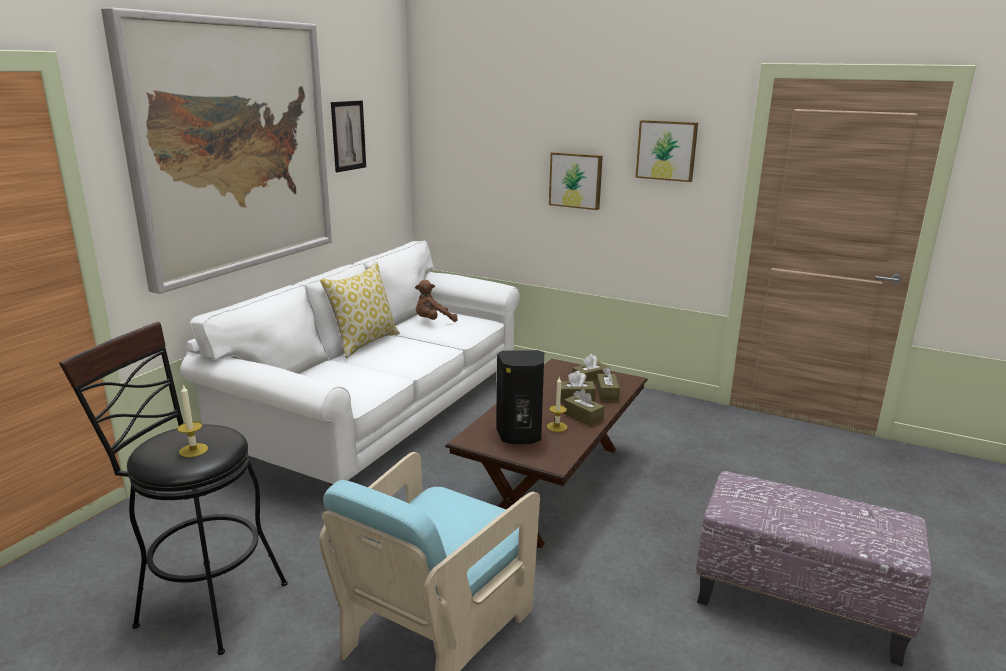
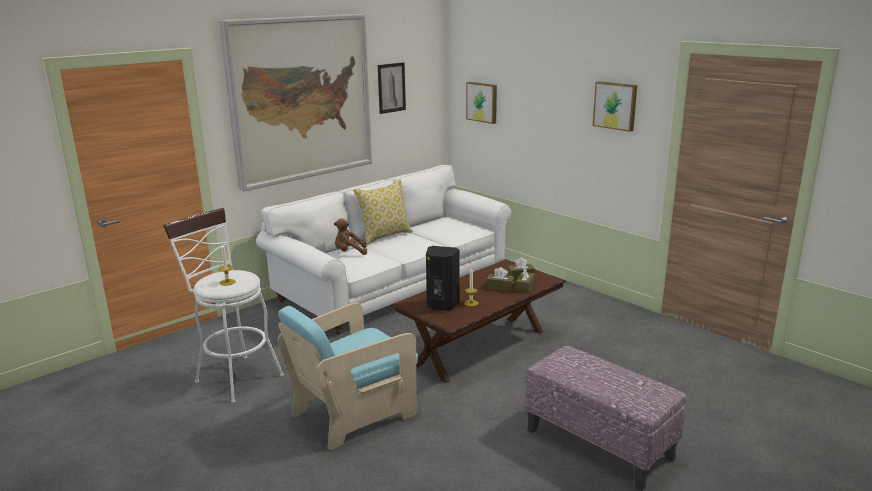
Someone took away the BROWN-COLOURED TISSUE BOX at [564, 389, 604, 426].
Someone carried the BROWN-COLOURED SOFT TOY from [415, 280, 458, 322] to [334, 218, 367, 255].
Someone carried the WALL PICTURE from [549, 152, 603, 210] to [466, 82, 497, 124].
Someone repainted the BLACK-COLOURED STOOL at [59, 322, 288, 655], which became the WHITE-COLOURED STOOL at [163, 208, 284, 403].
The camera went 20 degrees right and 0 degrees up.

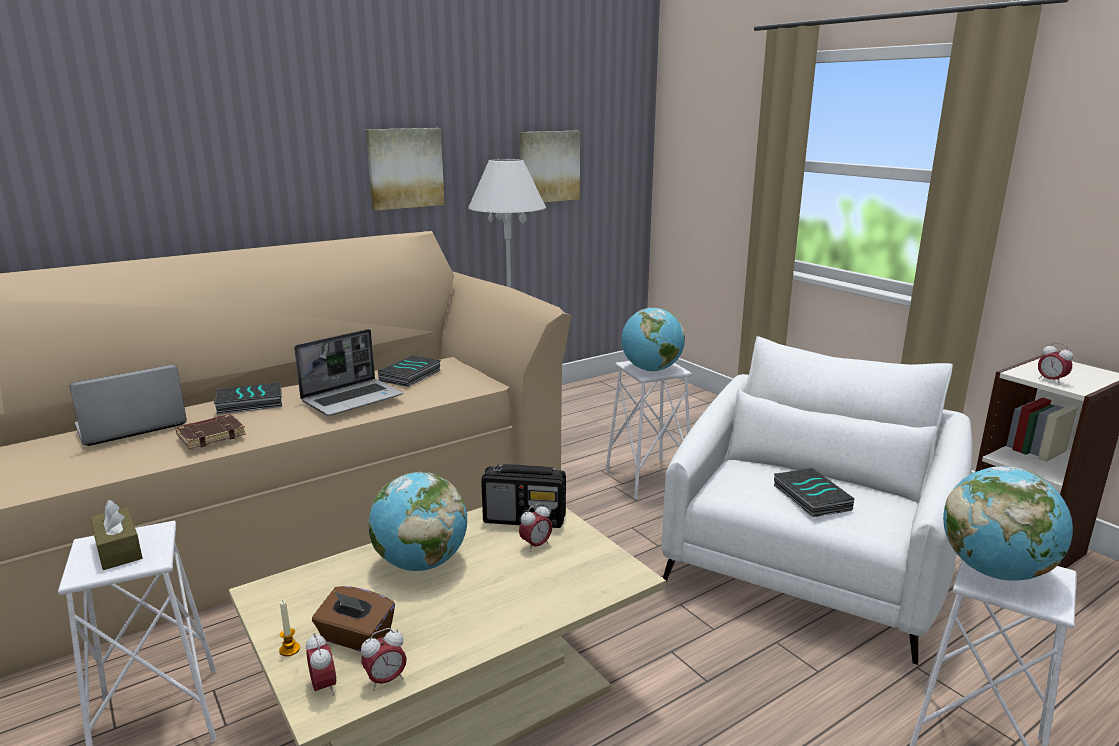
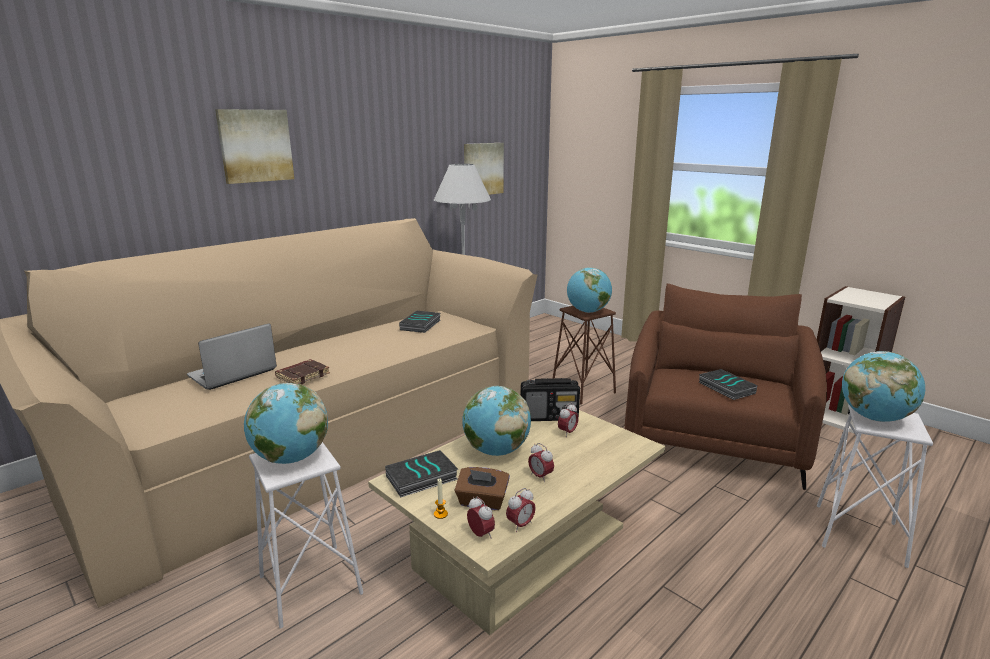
Someone took away the LAPTOP at [294, 329, 403, 416].
Someone carried the BOOK from [213, 382, 282, 414] to [385, 450, 458, 497].
Someone carried the WALL PICTURE from [366, 128, 445, 211] to [215, 109, 294, 184].
Someone carried the TABLE CLOCK from [1038, 342, 1073, 385] to [528, 443, 554, 483].
Someone swapped the BROWN-COLOURED TISSUE BOX at [90, 500, 142, 570] for the DESK GLOBE at [244, 383, 328, 464].
Someone repainted the WHITE-COLOURED STOOL at [606, 361, 692, 499], which became the BROWN-COLOURED STOOL at [553, 306, 616, 404].
Someone repainted the WHITE-COLOURED EASY CHAIR at [662, 336, 973, 666], which became the BROWN-COLOURED EASY CHAIR at [625, 284, 827, 490].
The camera went 10 degrees left and 0 degrees up.

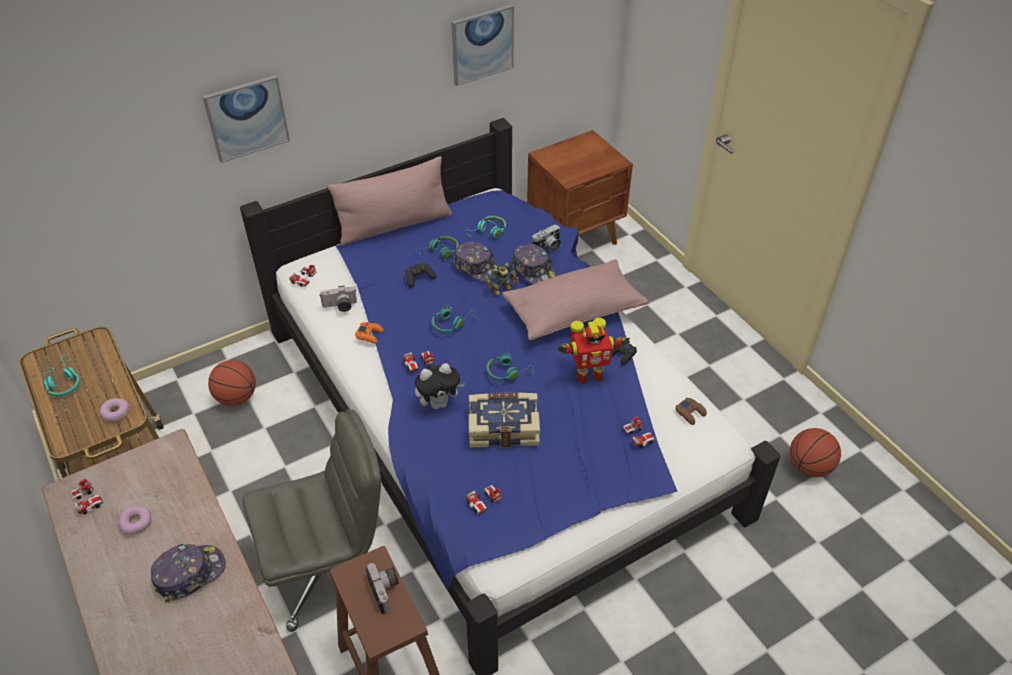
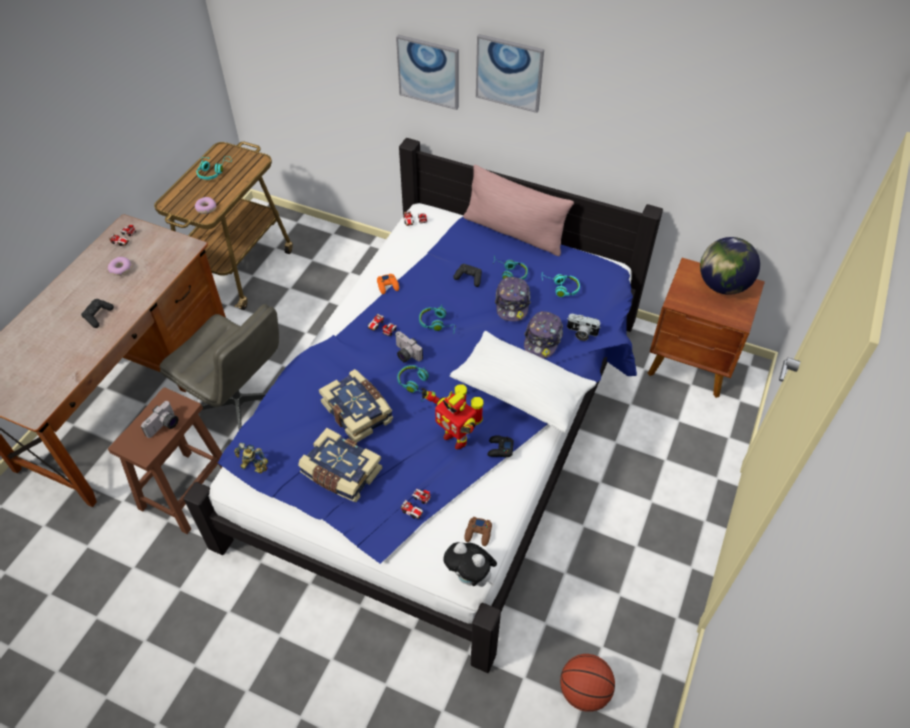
Someone took away the BALL FOR BASKETBALL at [208, 360, 256, 406].
Someone took away the MINIATURE CAR at [466, 485, 502, 514].
Someone put down the BOOK at [298, 428, 382, 502].
Someone put down the DESK GLOBE at [700, 237, 760, 295].
Someone carried the PHOTO CAMERA from [320, 286, 357, 312] to [395, 331, 423, 363].
Someone carried the SOFT TOY from [415, 363, 465, 409] to [443, 542, 497, 587].
Someone carried the WALL PICTURE from [451, 4, 514, 86] to [476, 34, 544, 113].
Someone carried the TOY ROBOT from [486, 262, 519, 296] to [234, 443, 268, 473].
Someone swapped the PEAKED CAP at [151, 544, 226, 602] for the BLACK-COLOURED JOYPAD at [81, 299, 114, 328].
Someone repainted the PINK PILLOW at [502, 259, 648, 341], which became the WHITE-COLOURED PILLOW at [450, 331, 597, 433].
The camera went 55 degrees right and 5 degrees up.

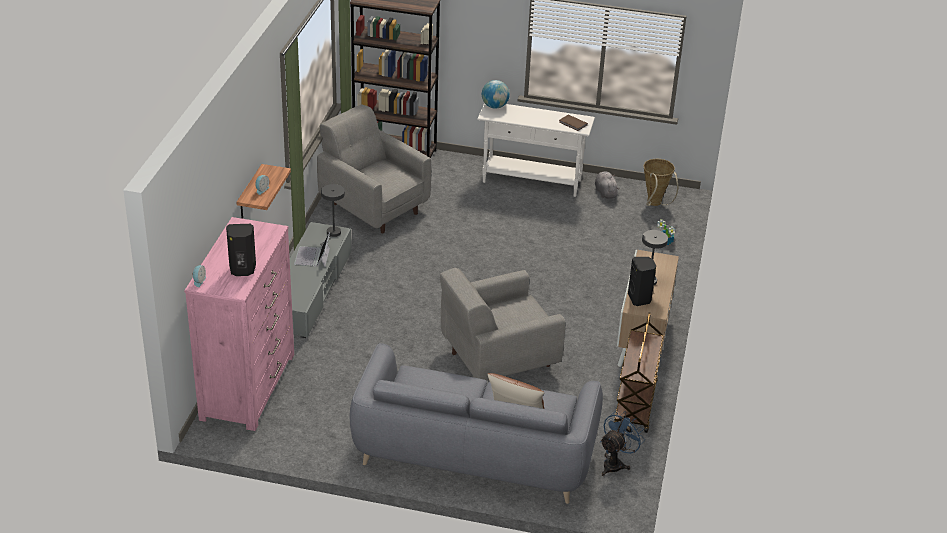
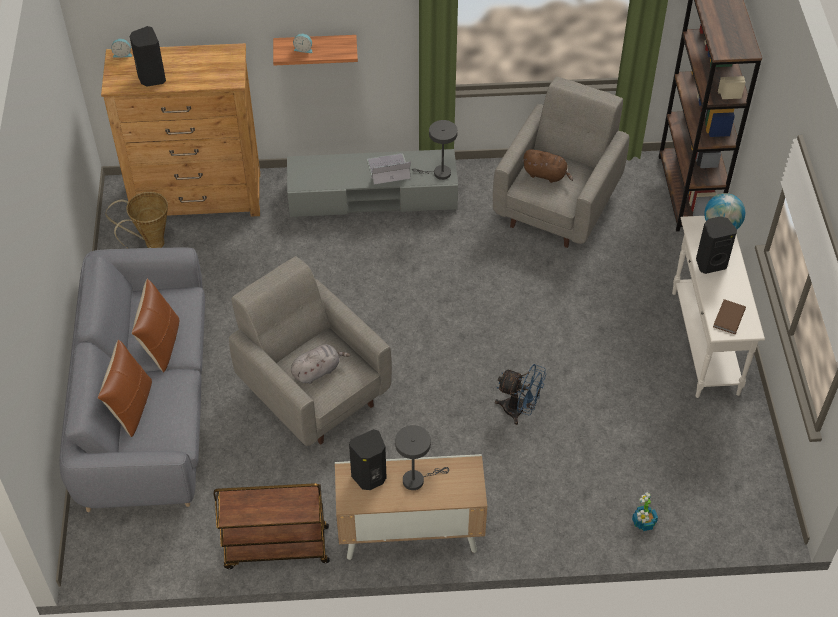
Someone put down the BROWN-COLOURED PILLOW at [132, 279, 179, 372].
Someone put down the BROWN-COLOURED SOFT TOY at [523, 149, 573, 183].
Someone put down the BLACK-COLOURED SPEAKER at [696, 216, 737, 274].
Someone carried the GREYISH SOFT TOY from [595, 171, 619, 199] to [291, 344, 350, 384].
Someone carried the BLUE-COLOURED ELECTRIC FAN from [600, 411, 645, 476] to [495, 364, 546, 425].
Someone carried the STORAGE BASKET from [644, 159, 678, 206] to [105, 192, 168, 249].
Someone repainted the PINK CHEST OF DRAWERS at [184, 217, 294, 431], which became the BROWN-COLOURED CHEST OF DRAWERS at [101, 43, 260, 217].
The camera went 75 degrees right and 15 degrees up.

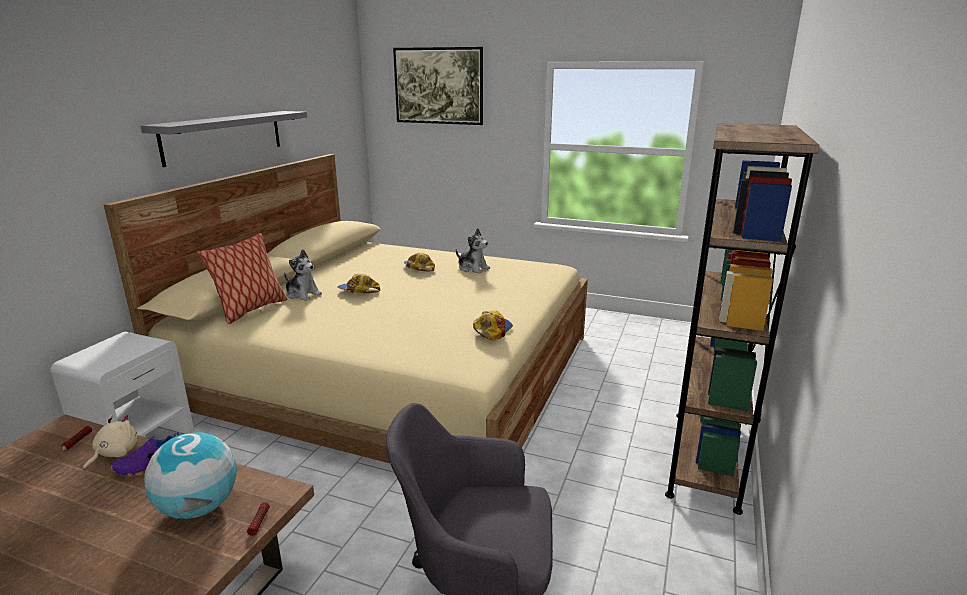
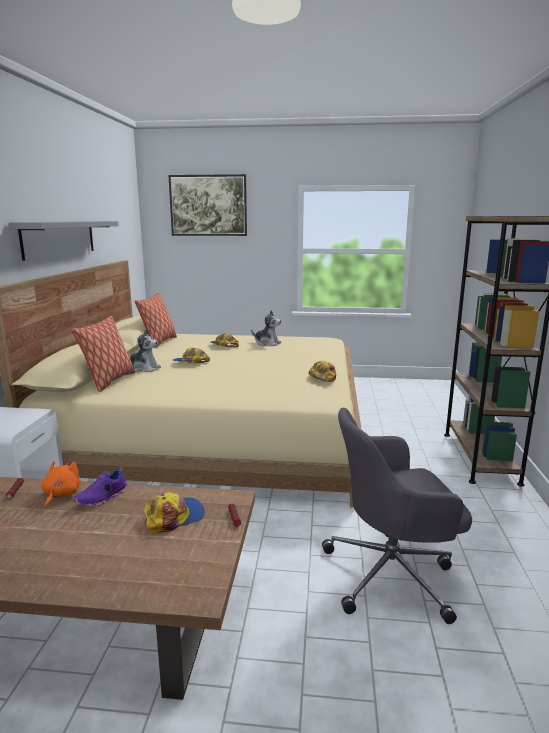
Someone put down the PILLOW at [135, 293, 177, 348].
Someone swapped the DESK GLOBE at [144, 432, 237, 519] for the PEAKED CAP at [143, 492, 205, 533].
Someone repainted the BEIGE SOFT TOY at [83, 415, 138, 470], which became the ORANGE SOFT TOY at [41, 459, 81, 508].
The camera went 15 degrees left and 5 degrees down.

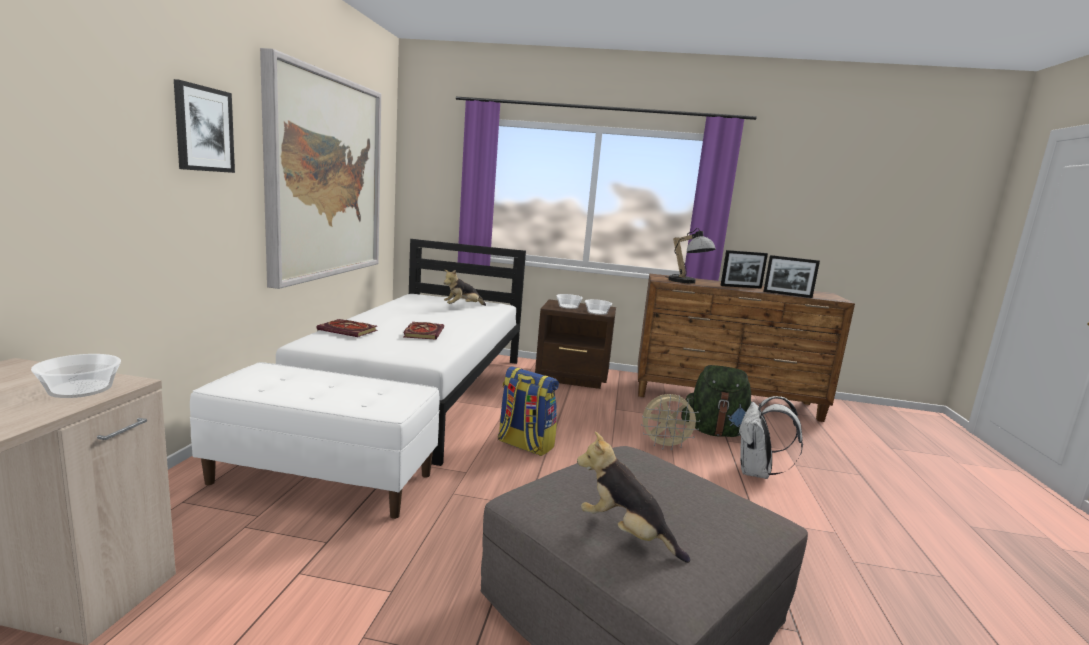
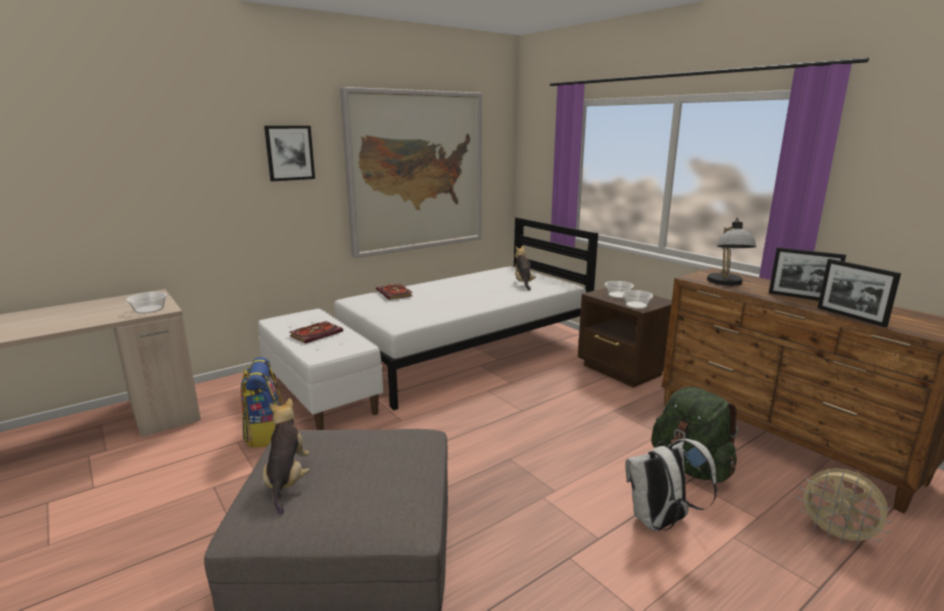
Someone carried the BOOK from [403, 322, 444, 340] to [290, 321, 343, 343].
Someone carried the KNAPSACK from [498, 366, 559, 456] to [241, 357, 283, 448].
Someone carried the BEIGE ELECTRIC FAN from [641, 394, 700, 450] to [797, 468, 893, 547].
Someone rotated the SOFT TOY at [444, 270, 486, 306] by 75 degrees clockwise.
The camera went 45 degrees right and 5 degrees up.

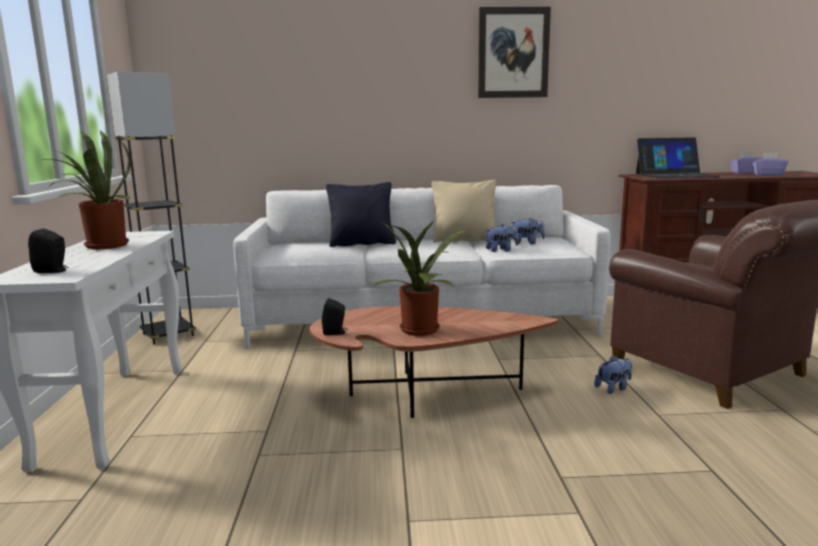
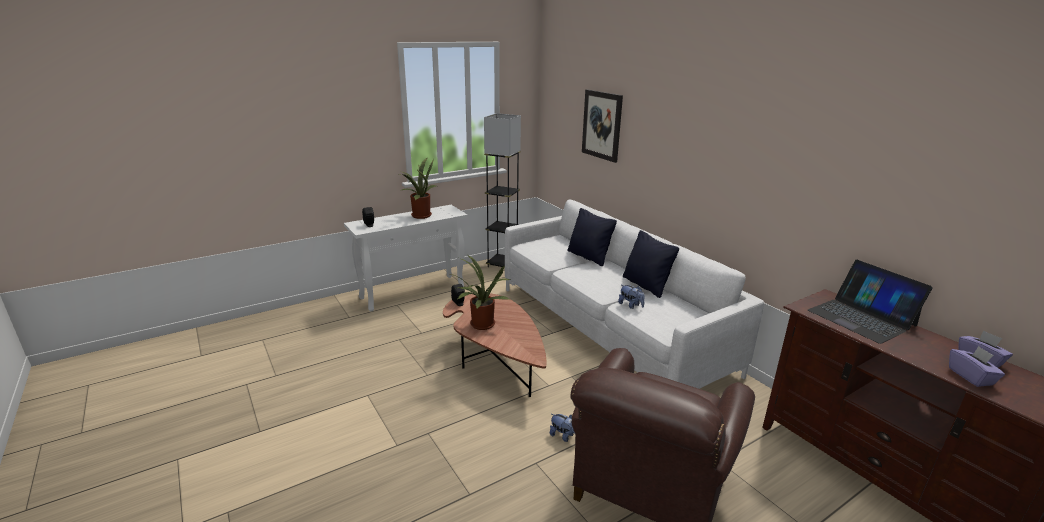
Someone took away the SOFT TOY at [511, 218, 545, 244].
Someone carried the WALL PICTURE from [478, 7, 551, 98] to [582, 90, 623, 163].
Someone repainted the BEIGE PILLOW at [432, 180, 496, 242], which became the BLACK-COLOURED PILLOW at [623, 230, 679, 298].
The camera went 60 degrees right and 10 degrees up.

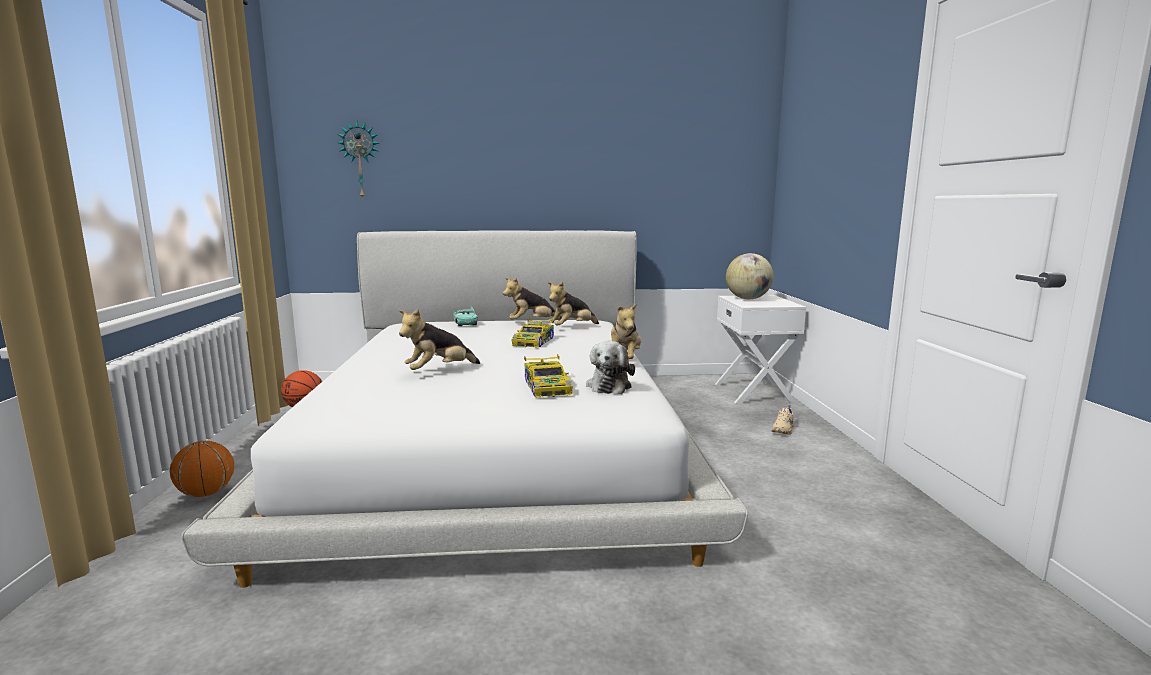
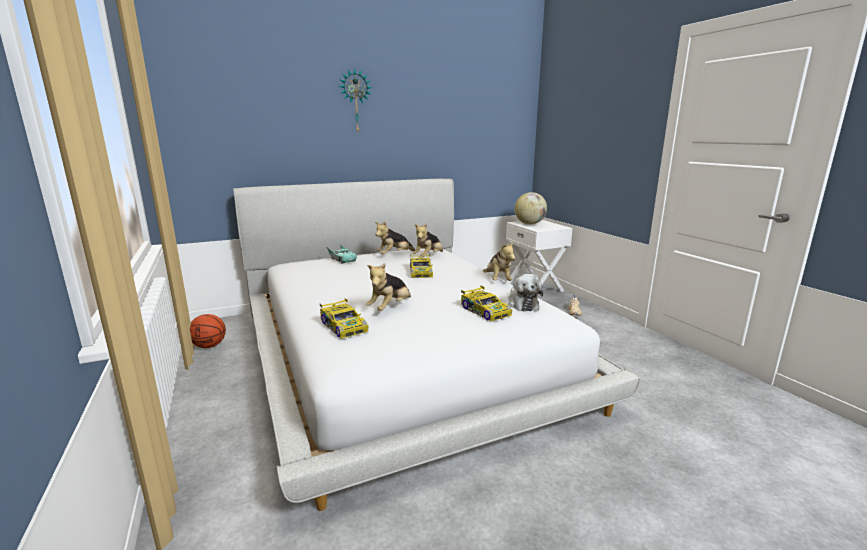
Someone took away the BALL FOR BASKETBALL at [170, 441, 234, 497].
Someone put down the MINIATURE CAR at [319, 298, 368, 339].
Someone carried the HANGING CLOCK from [337, 121, 379, 200] to [339, 70, 372, 132].
The camera went 20 degrees left and 5 degrees up.

